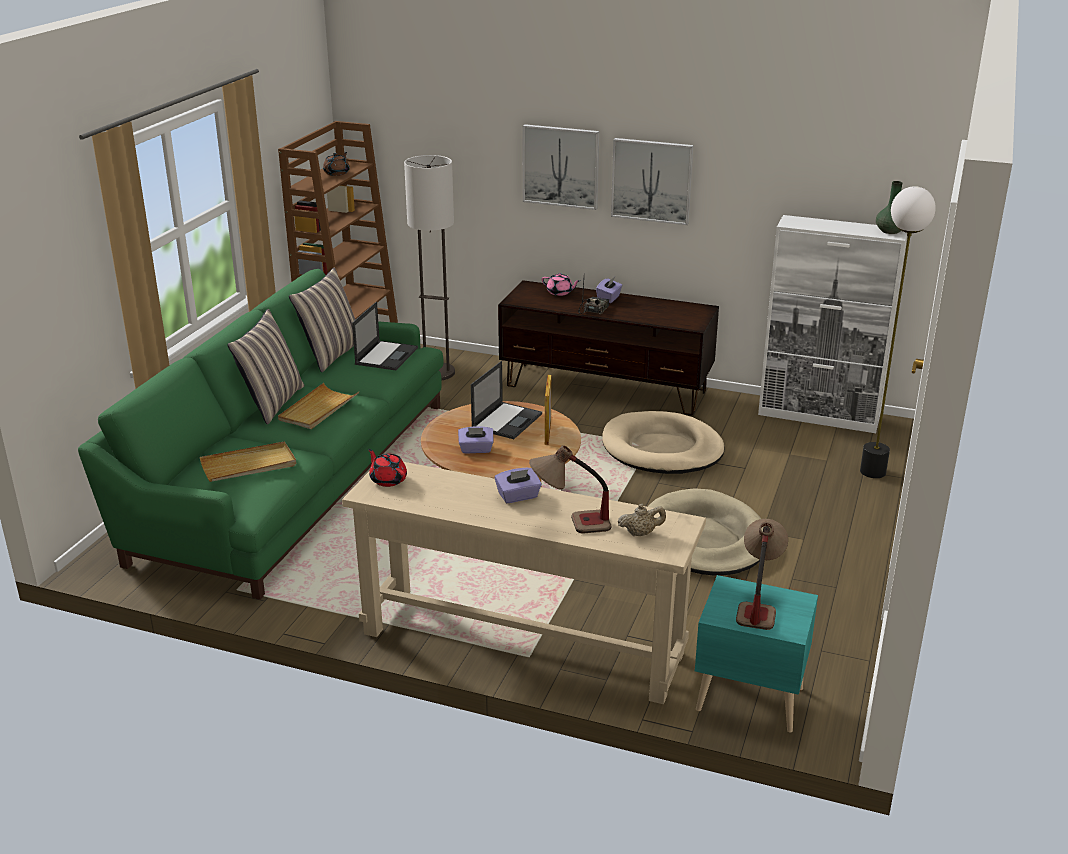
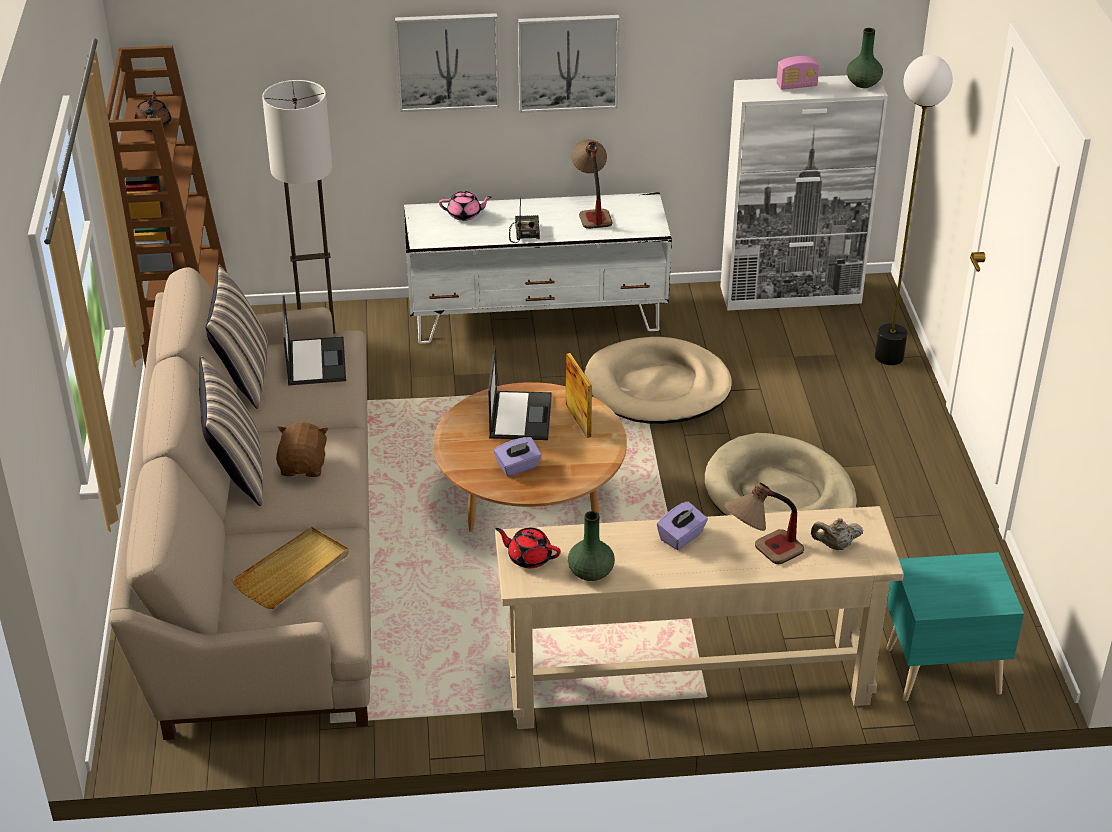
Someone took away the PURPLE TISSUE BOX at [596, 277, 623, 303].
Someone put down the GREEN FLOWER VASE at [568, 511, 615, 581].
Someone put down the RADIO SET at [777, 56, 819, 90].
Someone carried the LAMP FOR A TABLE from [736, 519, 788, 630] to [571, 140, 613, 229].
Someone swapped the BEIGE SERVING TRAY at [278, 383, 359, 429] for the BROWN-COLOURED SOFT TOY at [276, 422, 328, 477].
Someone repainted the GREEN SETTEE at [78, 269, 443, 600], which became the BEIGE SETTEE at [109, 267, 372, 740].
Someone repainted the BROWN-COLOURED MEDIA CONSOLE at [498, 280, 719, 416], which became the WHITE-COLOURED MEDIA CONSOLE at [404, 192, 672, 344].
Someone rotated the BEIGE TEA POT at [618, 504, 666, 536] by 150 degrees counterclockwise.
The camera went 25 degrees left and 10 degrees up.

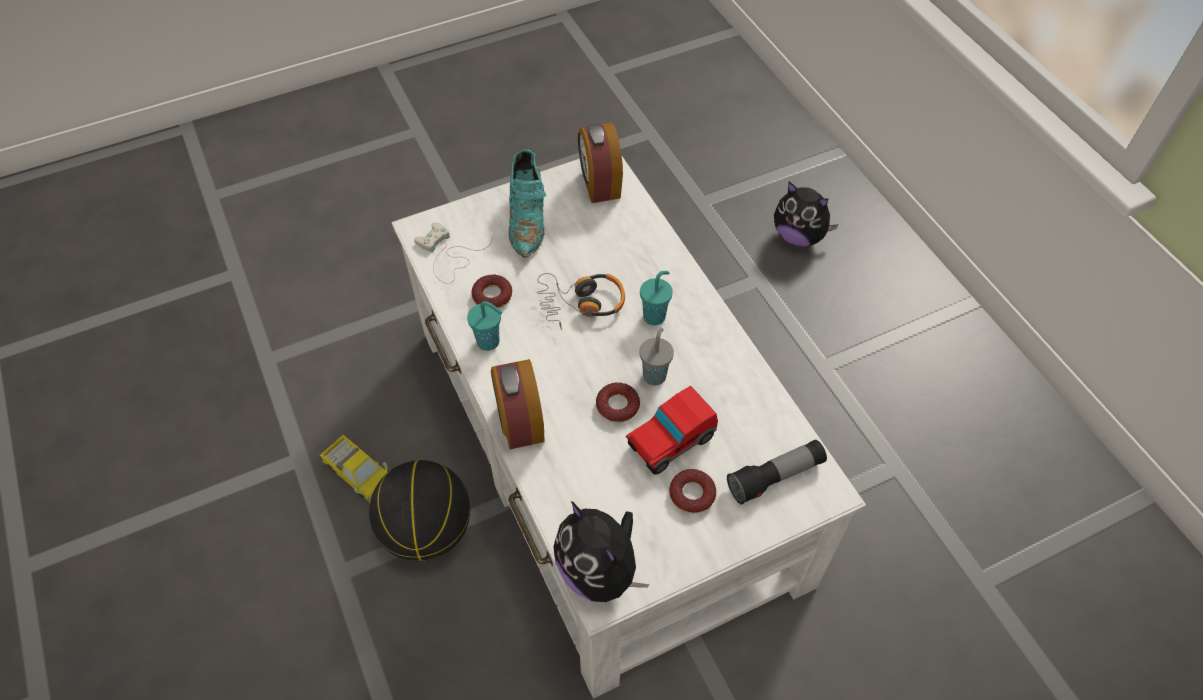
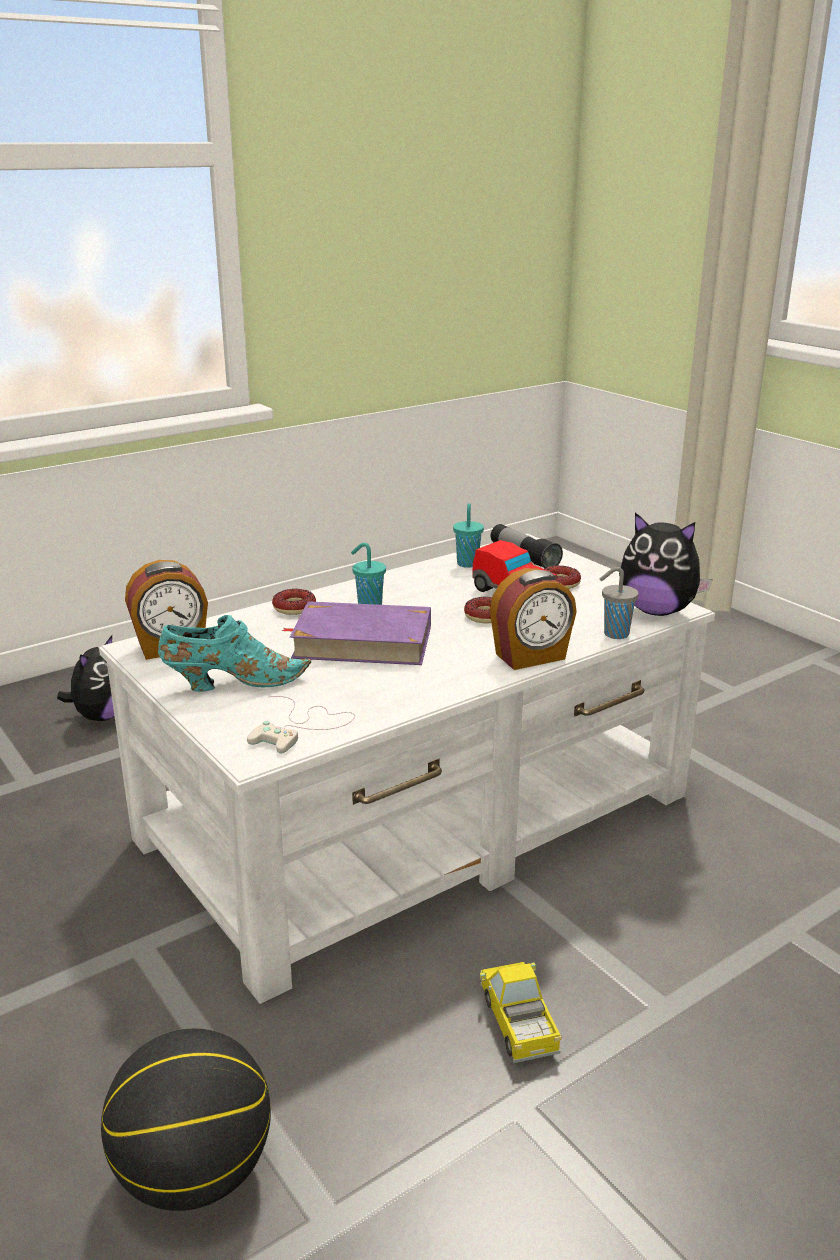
Someone carried the BALL FOR BASKETBALL from [369, 460, 470, 562] to [101, 1028, 271, 1211].
Someone carried the BLUE-GREEN SMALL CUP from [467, 301, 503, 351] to [453, 503, 484, 568].
Someone carried the RING DOUGHNUT from [472, 275, 512, 309] to [272, 589, 316, 615].
Someone carried the GREYISH SMALL CUP from [639, 328, 674, 386] to [600, 567, 639, 639].
Someone swapped the HEADSET at [537, 273, 625, 330] for the PURPLE BOOK at [281, 601, 431, 665].
Someone rotated the MODEL TRUCK at [319, 434, 387, 504] by 45 degrees counterclockwise.
Someone rotated the SOFT TOY at [554, 501, 649, 602] by 75 degrees clockwise.
The camera went 100 degrees left and 30 degrees down.

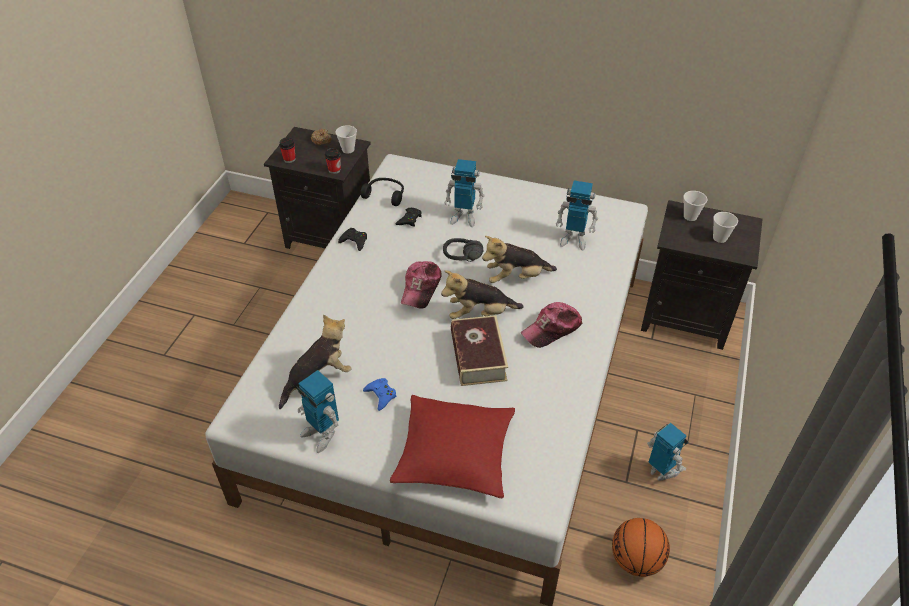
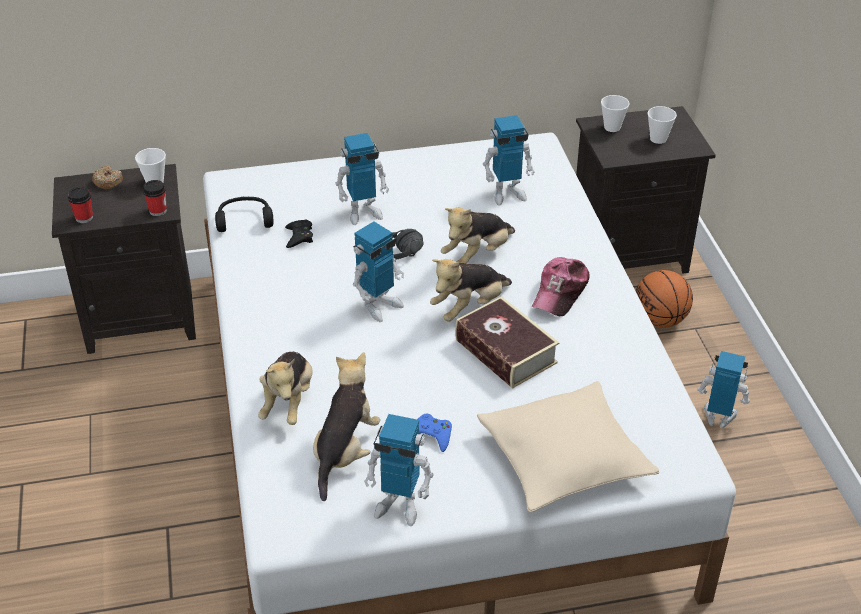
Someone took away the BLACK-COLOURED JOYPAD at [338, 228, 367, 251].
Someone put down the SOFT TOY at [258, 352, 312, 425].
Someone carried the BALL FOR BASKETBALL from [612, 518, 670, 577] to [636, 270, 693, 328].
Someone swapped the PEAKED CAP at [401, 261, 442, 309] for the TOY ROBOT at [353, 221, 404, 322].
Someone repainted the REDDISH PILLOW at [390, 395, 515, 499], which became the BEIGE PILLOW at [477, 381, 659, 513].
The camera went 30 degrees left and 5 degrees down.

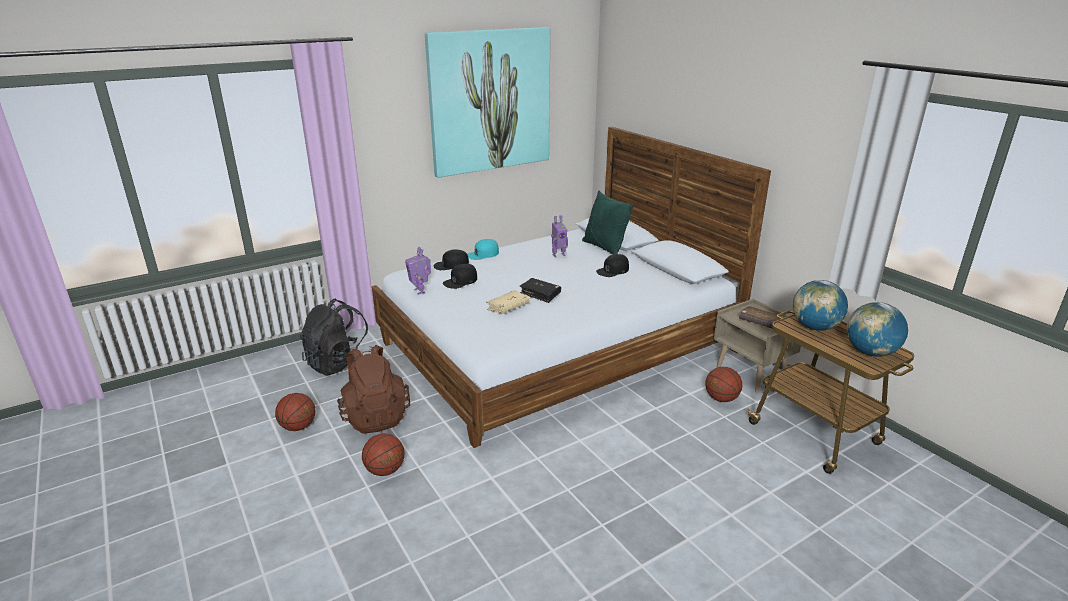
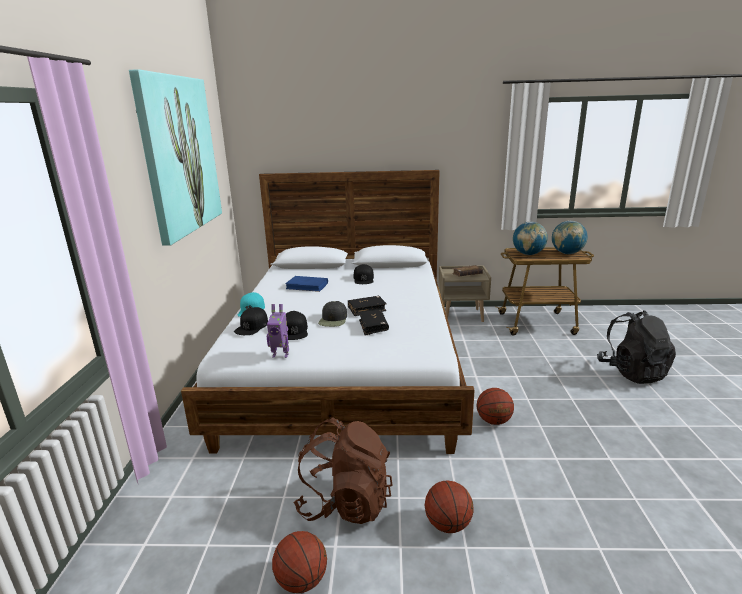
Someone took away the GREEN PILLOW at [582, 191, 634, 255].
Someone put down the BLACK-COLOURED PEAKED CAP at [318, 301, 347, 327].
Someone carried the BLACK-COLOURED KNAPSACK from [300, 299, 371, 375] to [597, 310, 676, 384].
Someone carried the BALL FOR BASKETBALL from [706, 367, 742, 402] to [477, 388, 514, 425].
Someone swapped the TOY ROBOT at [551, 215, 568, 257] for the BLUE-COLOURED BOOK at [285, 276, 328, 292].
Someone repainted the BEIGE BOOK at [486, 290, 530, 314], which became the BLACK-COLOURED BOOK at [359, 309, 389, 336].
The camera went 55 degrees left and 5 degrees down.

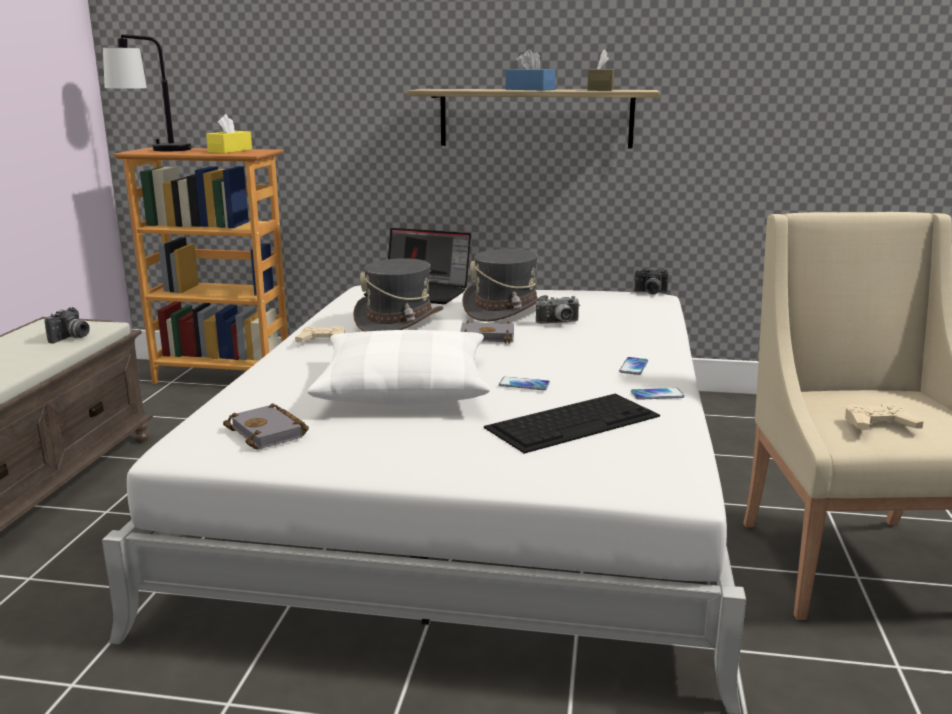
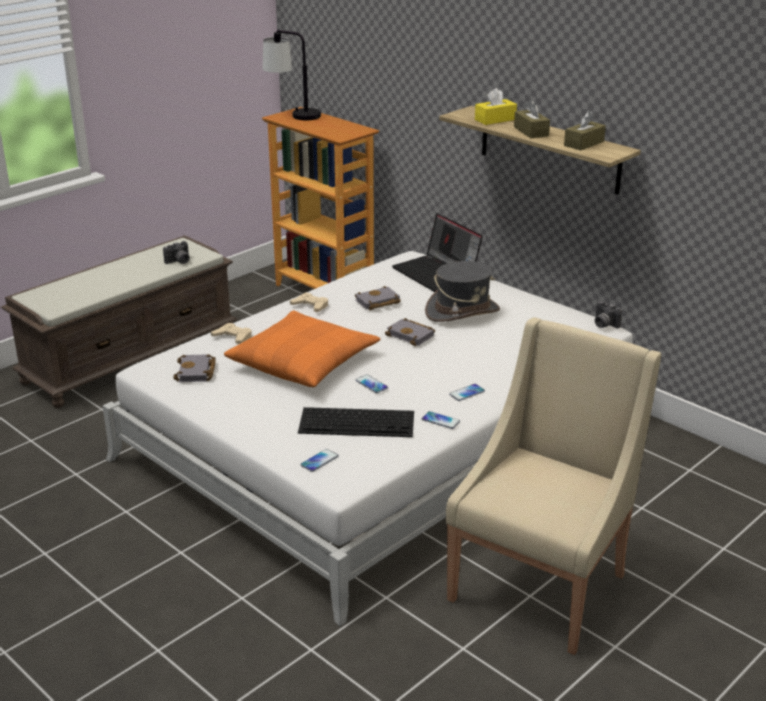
Someone took away the PHOTO CAMERA at [536, 296, 580, 324].
Someone put down the PHONE at [300, 449, 339, 472].
Someone carried the YELLOW TISSUE BOX from [206, 114, 252, 153] to [475, 88, 517, 125].
Someone carried the BEIGE JOYPAD from [845, 403, 924, 430] to [211, 323, 252, 344].
Someone swapped the GREYISH HAT at [353, 258, 443, 332] for the GREYISH BOOK at [355, 286, 401, 310].
Someone repainted the WHITE-COLOURED PILLOW at [307, 330, 490, 405], which became the ORANGE PILLOW at [224, 310, 381, 387].
Someone repainted the BLUE-COLOURED TISSUE BOX at [506, 49, 556, 91], which became the BROWN-COLOURED TISSUE BOX at [514, 99, 550, 138].
The camera went 35 degrees right and 10 degrees up.

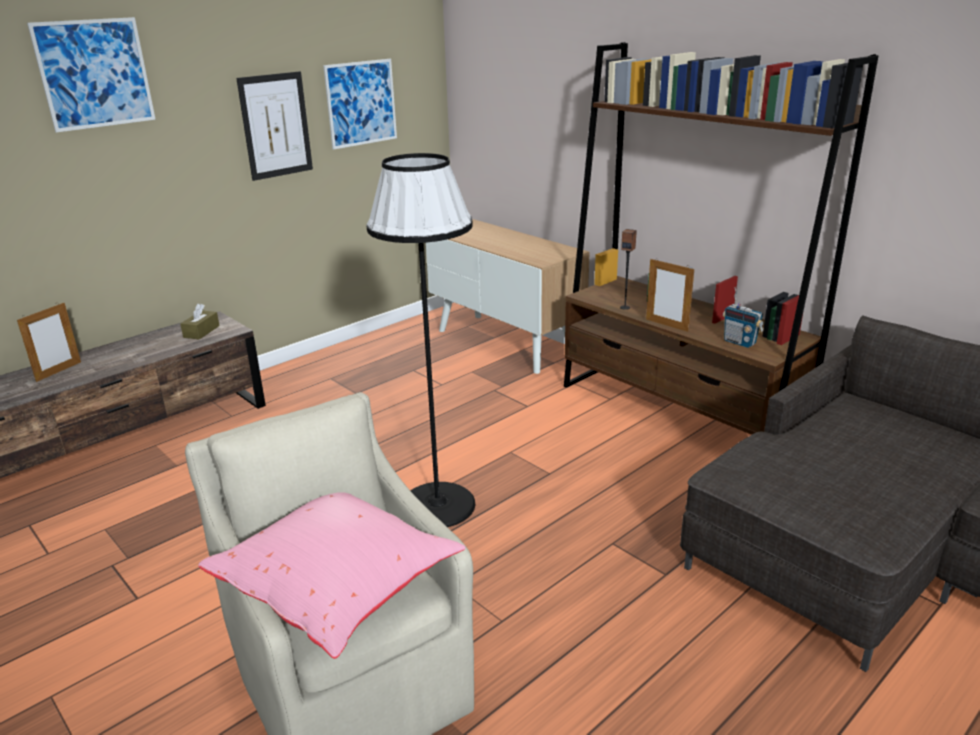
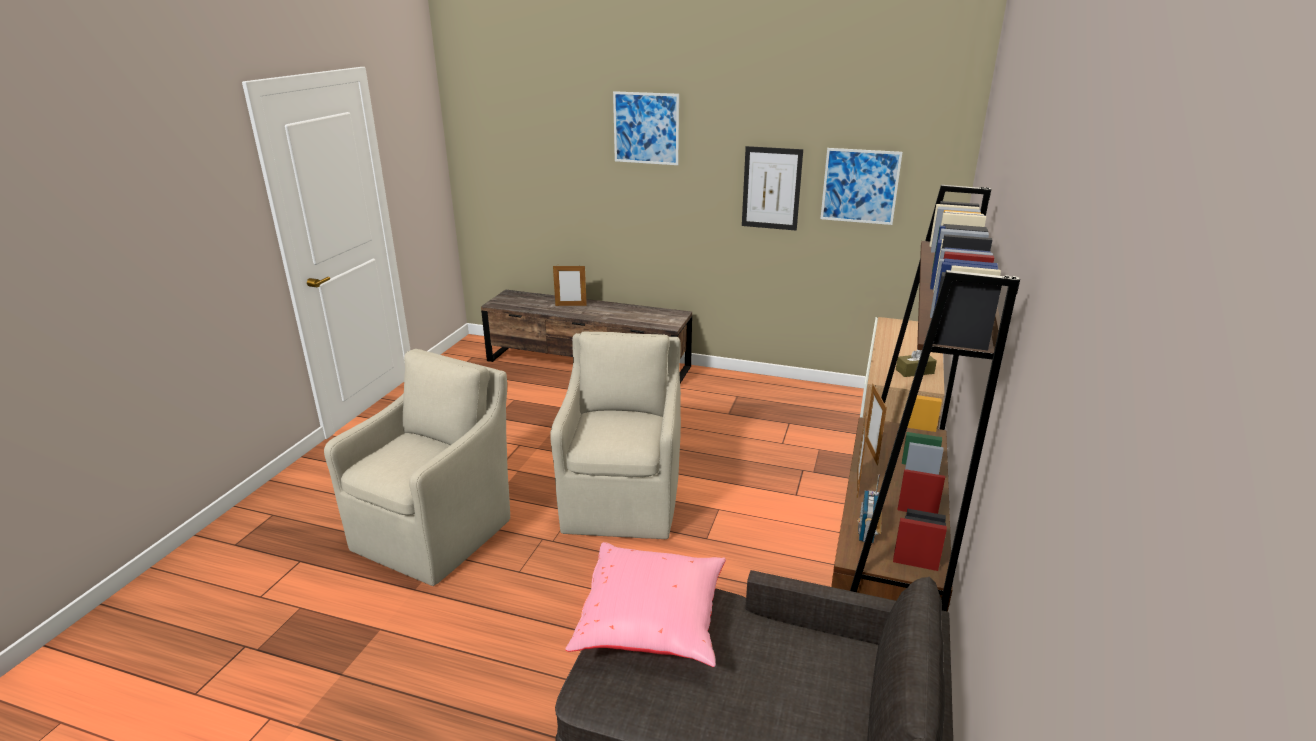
Someone carried the BROWN-COLOURED TISSUE BOX from [180, 304, 220, 339] to [896, 350, 937, 377].
Someone carried the PINK PILLOW from [198, 492, 466, 659] to [566, 542, 726, 667].
Someone swapped the BLACK-COLOURED STANDING LAMP at [366, 153, 475, 527] for the BEIGE EASY CHAIR at [550, 331, 681, 539].
Someone swapped the SPEAKER at [620, 229, 637, 310] for the PICTURE FRAME at [866, 384, 887, 466].
The camera went 60 degrees right and 0 degrees up.

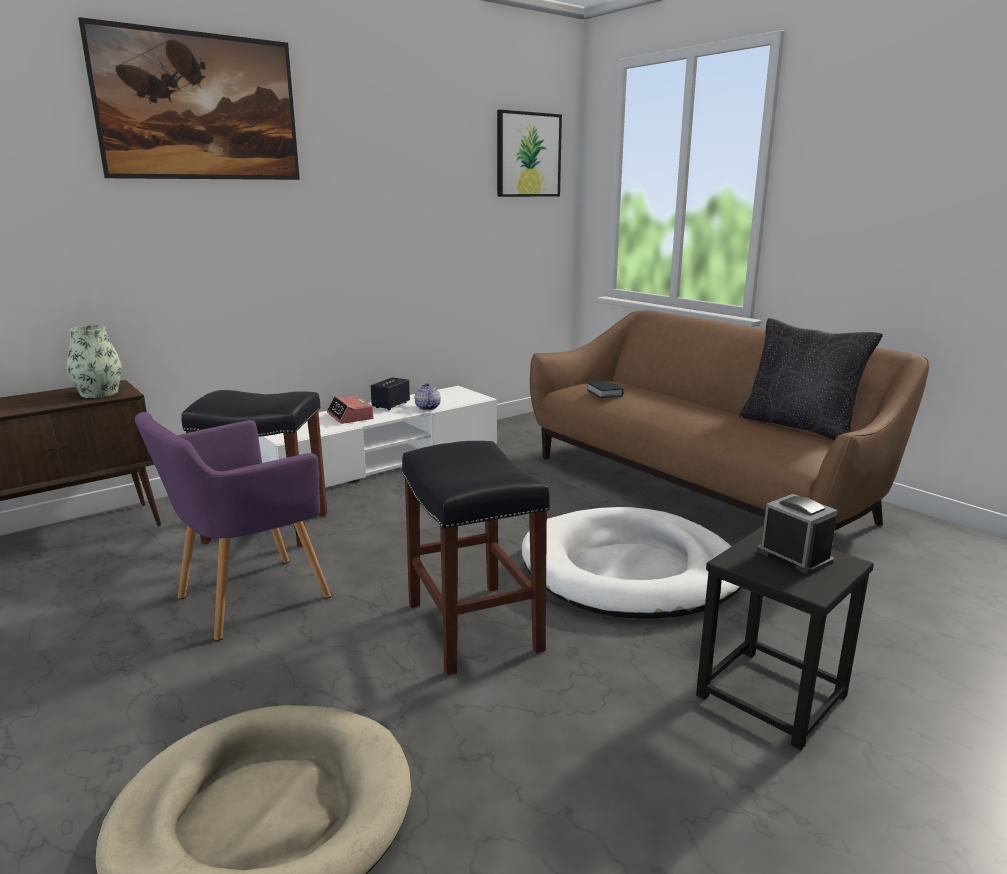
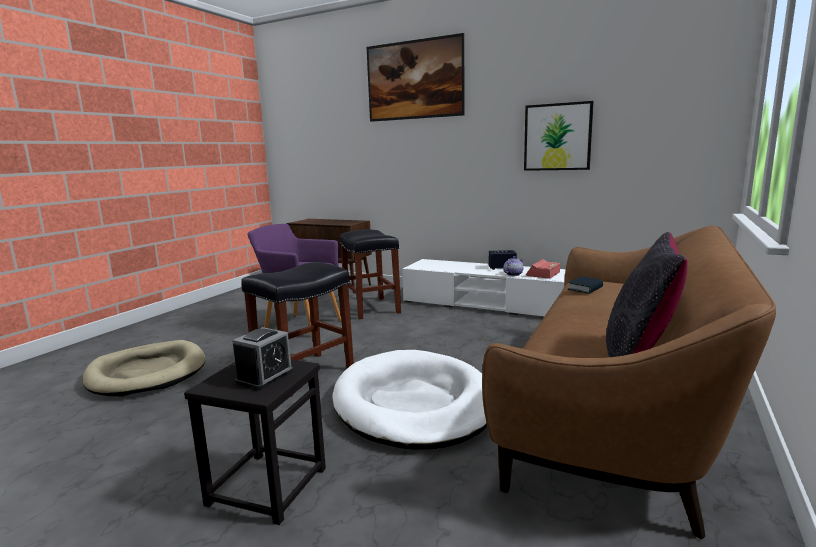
Someone took away the FLOWER VASE at [66, 325, 122, 398].
Someone carried the TABLE CLOCK from [327, 396, 374, 424] to [526, 259, 560, 279].
Someone carried the WALL PICTURE from [497, 110, 562, 197] to [524, 101, 594, 171].
The camera went 65 degrees right and 5 degrees down.

